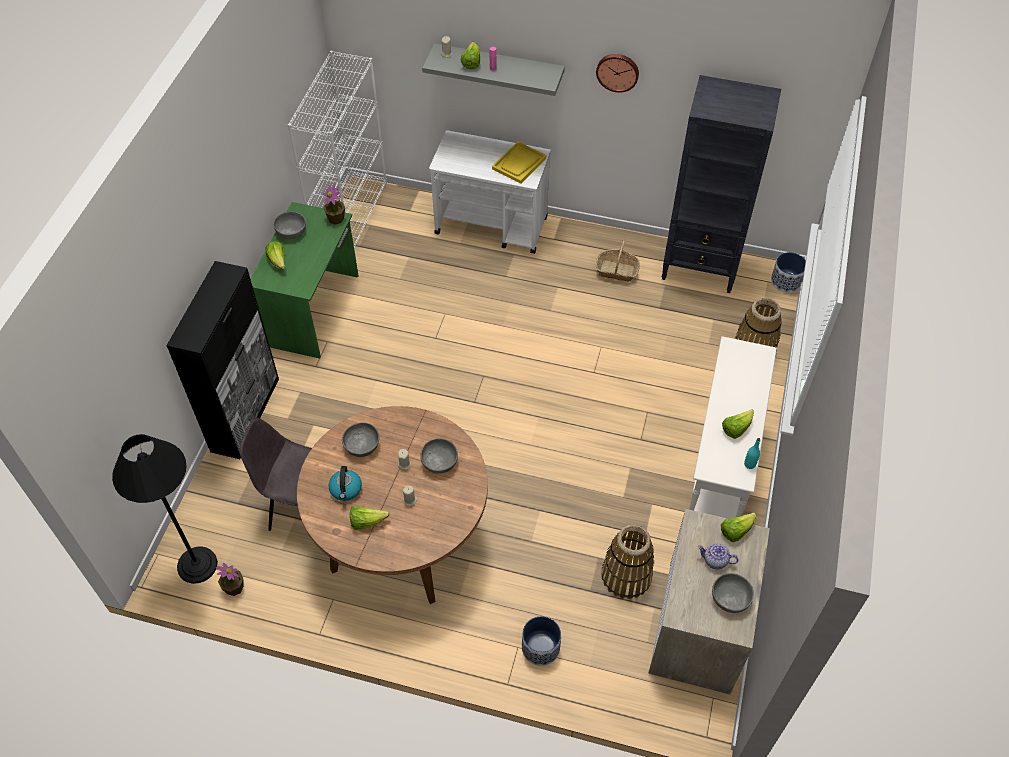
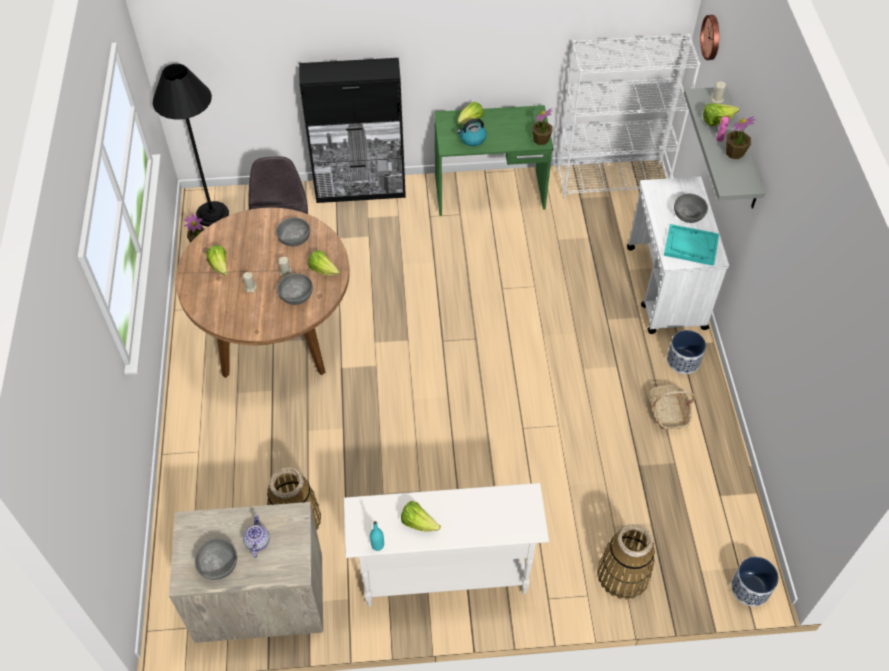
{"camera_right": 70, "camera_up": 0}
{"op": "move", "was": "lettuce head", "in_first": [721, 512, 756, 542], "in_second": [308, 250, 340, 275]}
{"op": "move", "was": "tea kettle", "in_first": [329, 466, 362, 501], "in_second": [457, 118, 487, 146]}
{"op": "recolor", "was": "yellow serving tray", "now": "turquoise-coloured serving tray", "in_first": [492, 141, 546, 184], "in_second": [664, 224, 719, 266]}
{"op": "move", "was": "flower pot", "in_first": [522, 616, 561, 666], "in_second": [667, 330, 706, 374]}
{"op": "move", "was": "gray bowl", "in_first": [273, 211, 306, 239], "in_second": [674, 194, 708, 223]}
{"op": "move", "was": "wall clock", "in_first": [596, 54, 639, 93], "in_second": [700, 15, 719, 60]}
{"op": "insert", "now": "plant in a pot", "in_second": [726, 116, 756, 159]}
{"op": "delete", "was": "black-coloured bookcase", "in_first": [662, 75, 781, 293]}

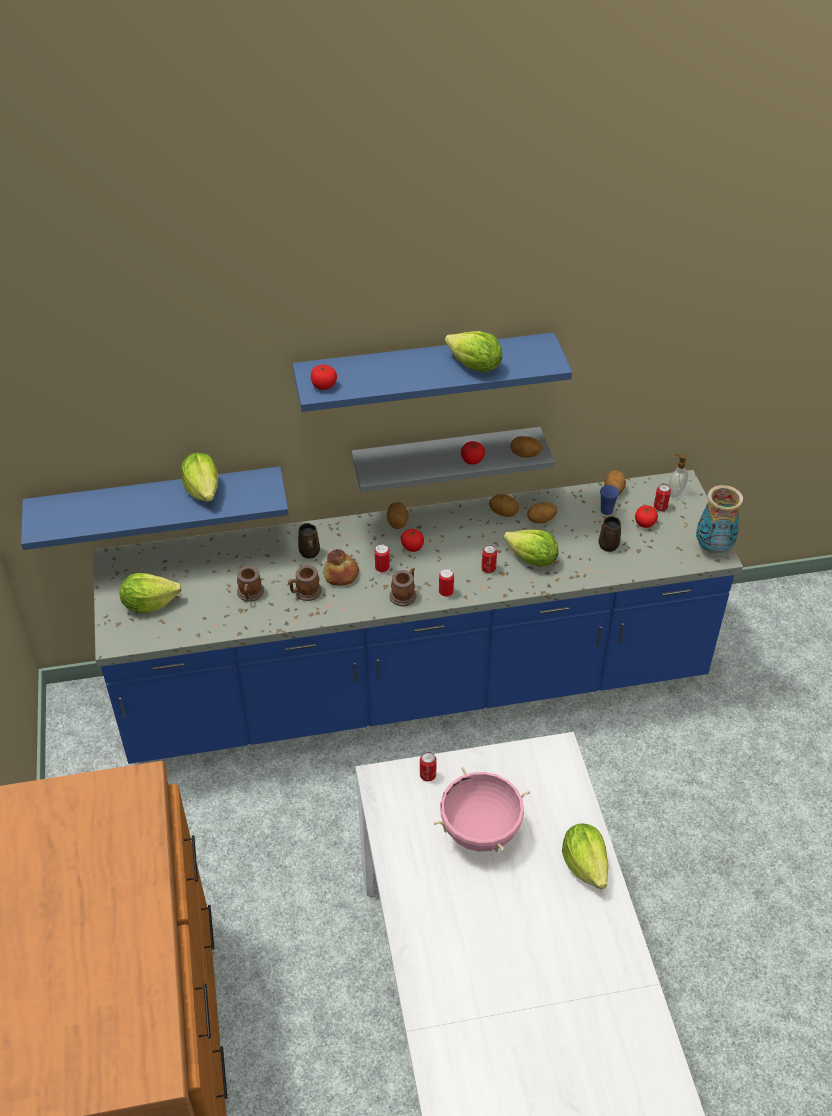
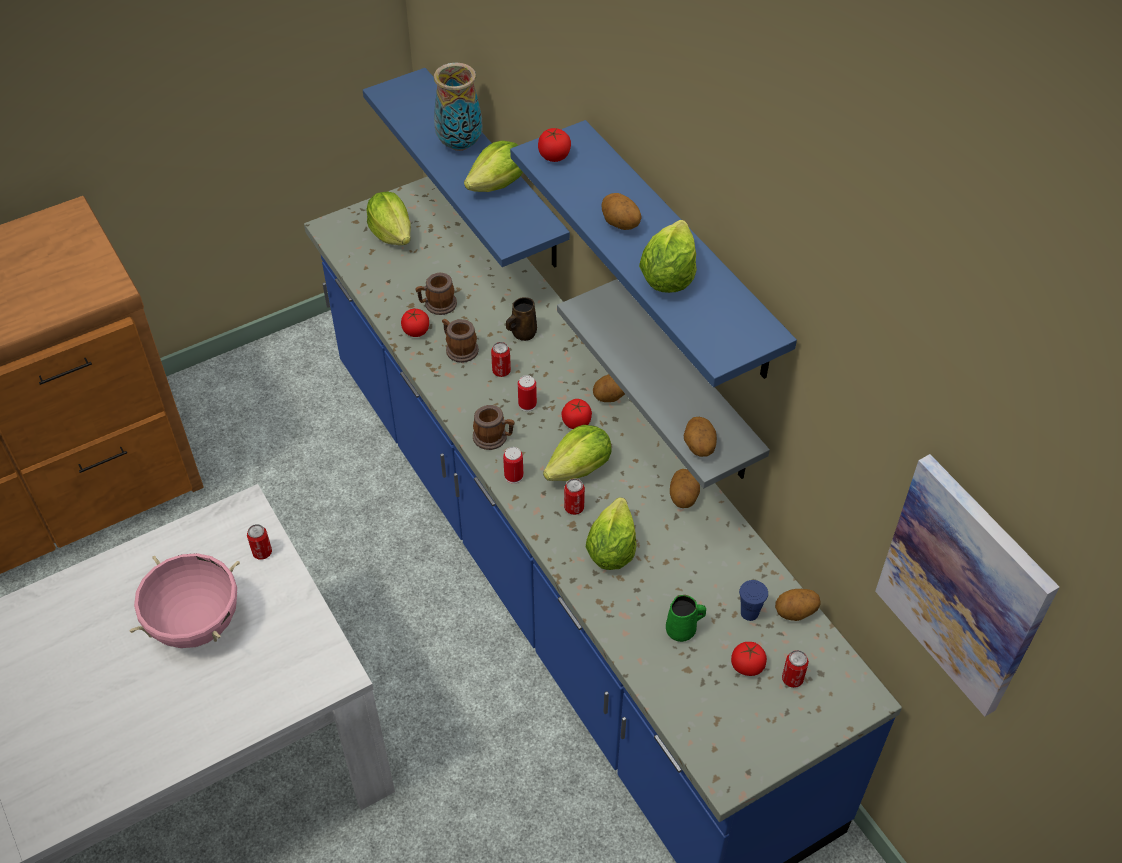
{"camera_right": 70, "camera_up": 5}
{"op": "move", "was": "fresh tomato", "in_first": [461, 441, 485, 465], "in_second": [401, 309, 429, 337]}
{"op": "move", "was": "decorative vase", "in_first": [696, 485, 743, 554], "in_second": [434, 63, 483, 151]}
{"op": "replace", "was": "baked bread", "now": "metal can", "in_first": [323, 549, 359, 586], "in_second": [491, 342, 511, 377]}
{"op": "move", "was": "lettuce head", "in_first": [562, 824, 609, 889], "in_second": [543, 425, 612, 481]}
{"op": "move", "was": "potato", "in_first": [527, 502, 557, 524], "in_second": [601, 193, 642, 230]}
{"op": "recolor", "was": "brownish tea mug", "now": "green-coloured tea mug", "in_first": [599, 516, 621, 552], "in_second": [666, 595, 706, 642]}
{"op": "insert", "now": "wall art", "in_second": [875, 454, 1060, 717]}
{"op": "delete", "was": "liquid soap bottle", "in_first": [668, 454, 688, 498]}

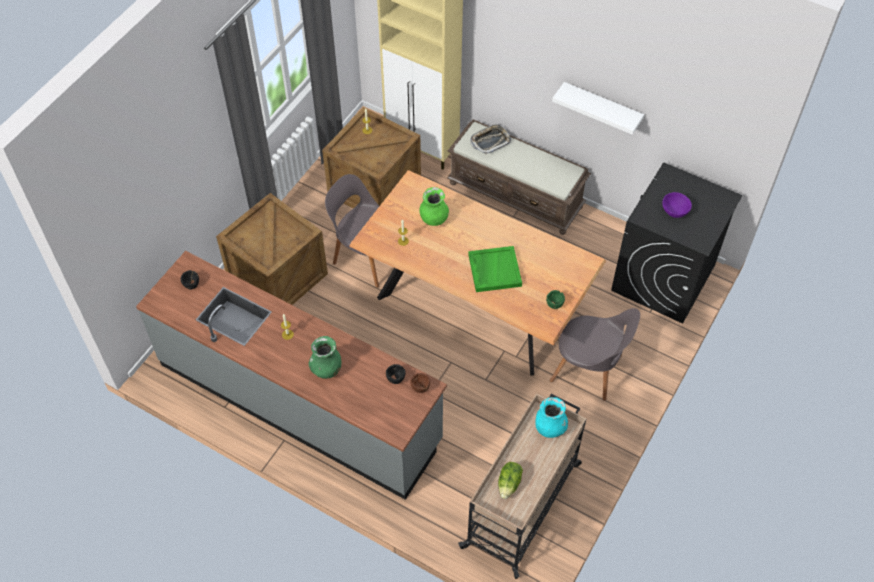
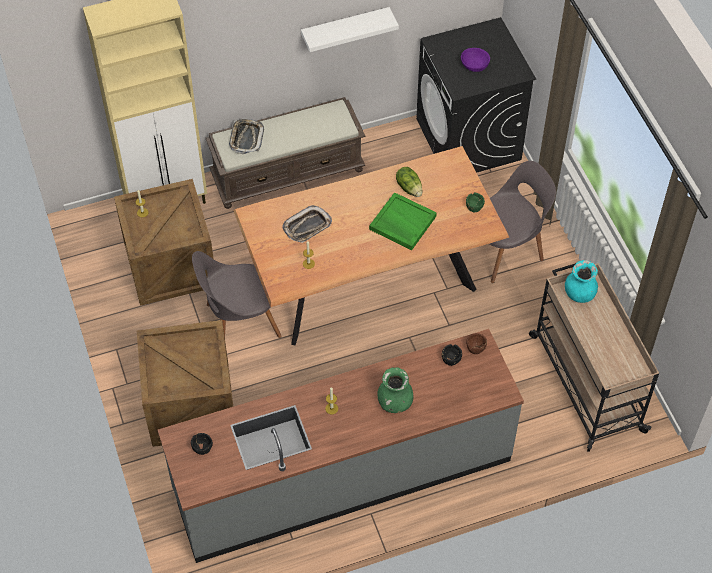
{"camera_right": -50, "camera_up": 0}
{"op": "replace", "was": "green-coloured decorative vase", "now": "serving tray", "in_first": [419, 187, 449, 226], "in_second": [282, 205, 332, 243]}
{"op": "move", "was": "lettuce head", "in_first": [498, 462, 523, 499], "in_second": [396, 167, 422, 197]}

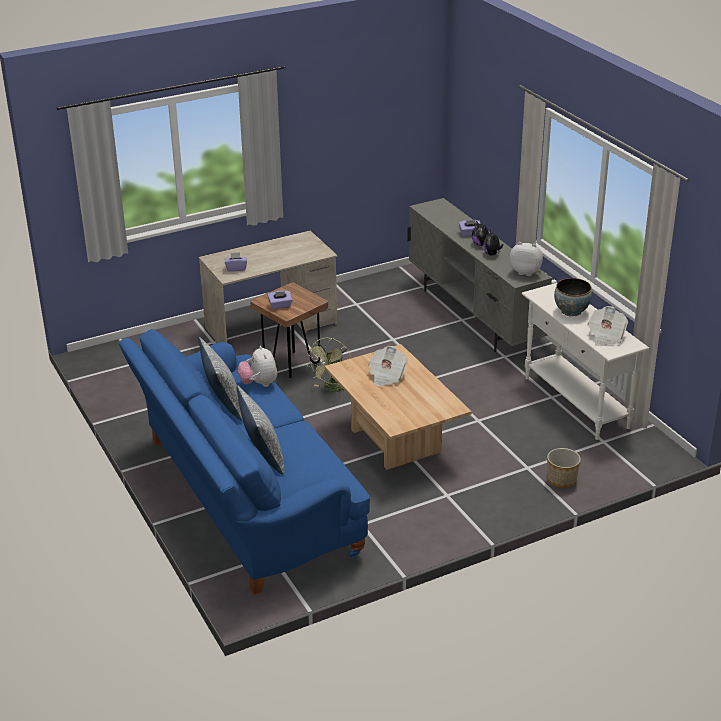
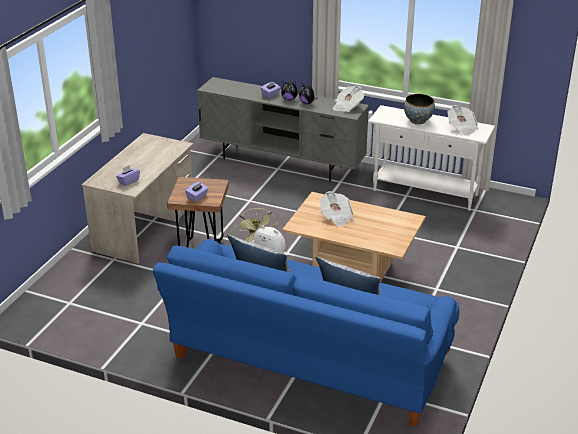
{"camera_right": -40, "camera_up": 0}
{"op": "replace", "was": "soft toy", "now": "printed paper", "in_first": [509, 242, 543, 276], "in_second": [333, 86, 364, 112]}
{"op": "delete", "was": "flower pot", "in_first": [547, 448, 581, 488]}

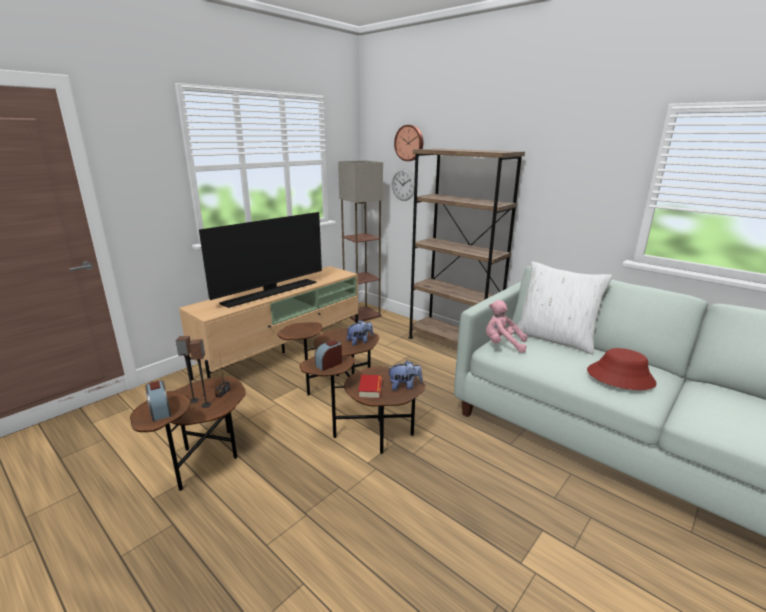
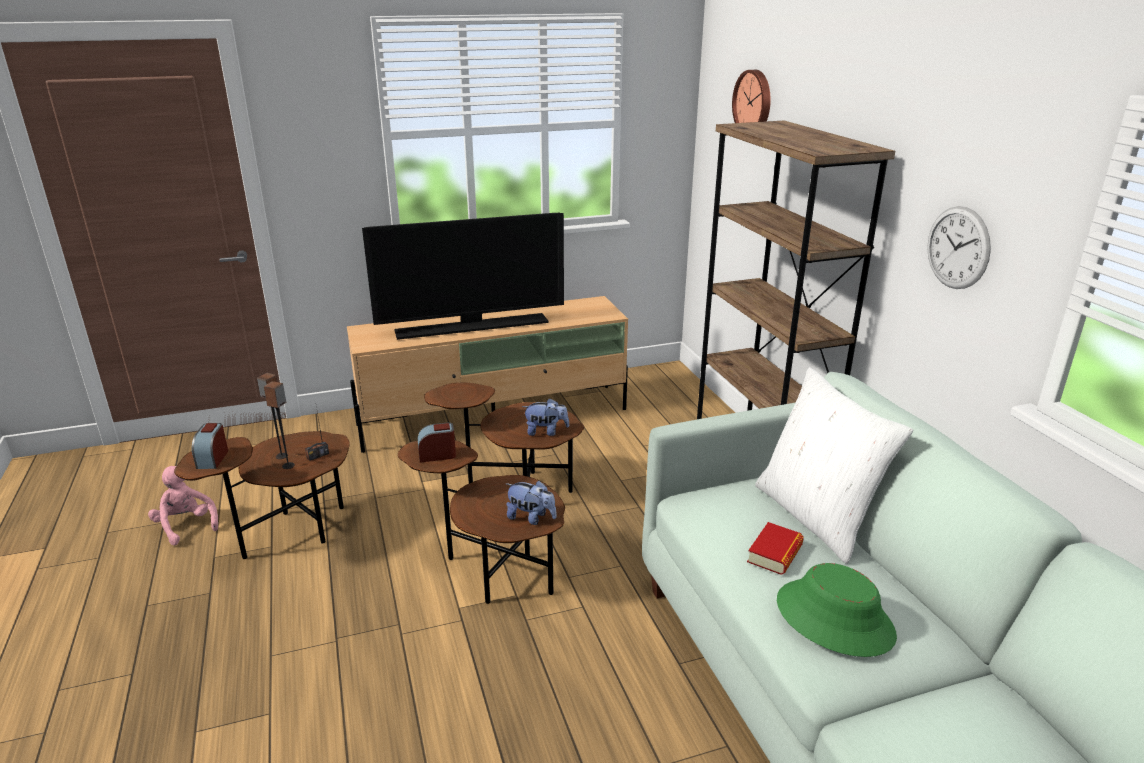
{"camera_right": 30, "camera_up": 5}
{"op": "move", "was": "pinkish soft toy", "in_first": [486, 300, 527, 353], "in_second": [148, 466, 218, 545]}
{"op": "move", "was": "book", "in_first": [358, 375, 382, 399], "in_second": [747, 522, 804, 575]}
{"op": "recolor", "was": "red-coloured hat", "now": "green-coloured hat", "in_first": [587, 348, 657, 390], "in_second": [777, 563, 897, 657]}
{"op": "move", "was": "wall clock", "in_first": [392, 169, 415, 201], "in_second": [927, 206, 991, 289]}
{"op": "delete", "was": "floor lamp", "in_first": [338, 160, 383, 321]}

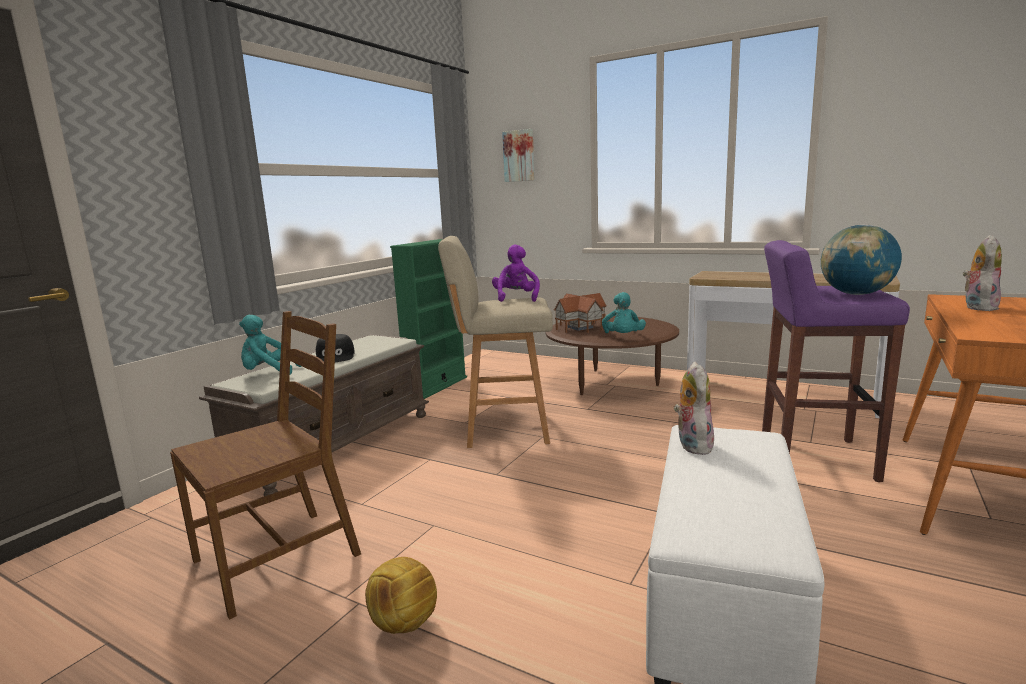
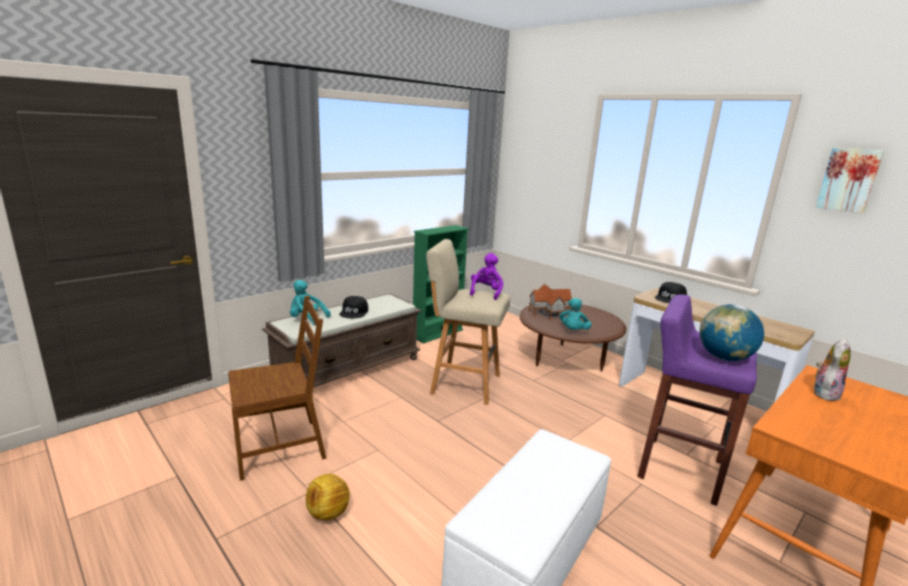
{"camera_right": 15, "camera_up": 5}
{"op": "insert", "now": "black-coloured peaked cap", "in_second": [655, 282, 687, 303]}
{"op": "move", "was": "wall art", "in_first": [502, 129, 535, 182], "in_second": [816, 148, 884, 213]}
{"op": "delete", "was": "soft toy", "in_first": [674, 361, 714, 455]}

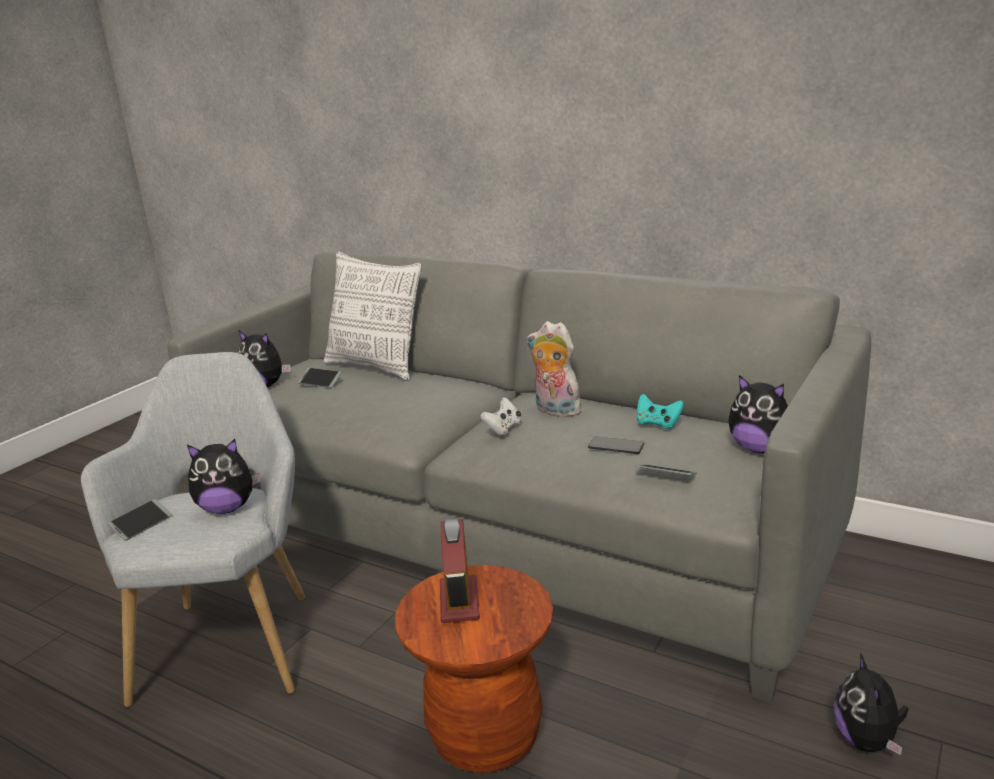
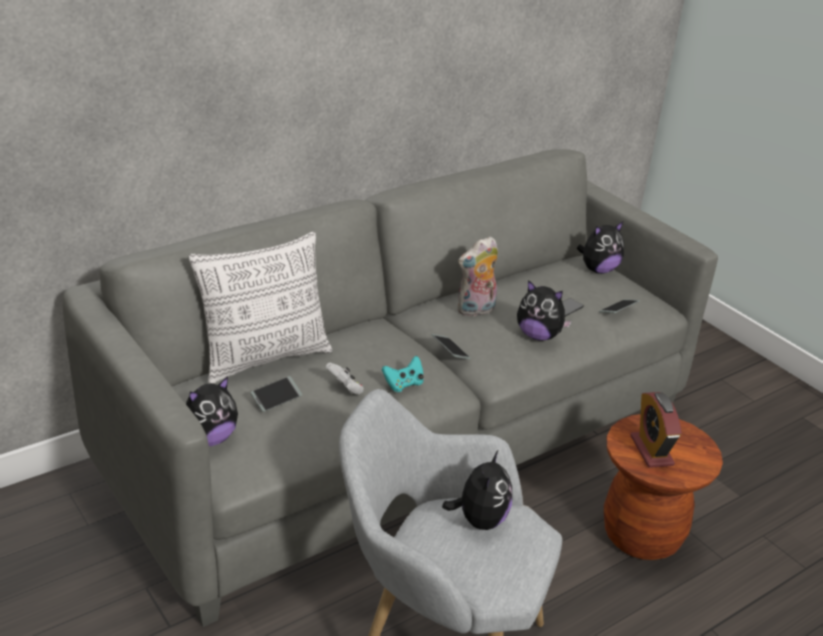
{"camera_right": -70, "camera_up": 10}
{"op": "move", "was": "white game controller", "in_first": [480, 397, 521, 435], "in_second": [326, 362, 364, 395]}
{"op": "move", "was": "turquoise-coloured game controller", "in_first": [637, 394, 684, 429], "in_second": [382, 356, 424, 392]}
{"op": "move", "was": "phone", "in_first": [108, 499, 172, 541], "in_second": [432, 334, 471, 359]}
{"op": "move", "was": "soft toy", "in_first": [834, 653, 908, 755], "in_second": [517, 280, 572, 341]}
{"op": "rotate", "was": "bedside clock", "in_first": [440, 518, 480, 623], "in_second": [630, 392, 682, 468], "clockwise": 60}

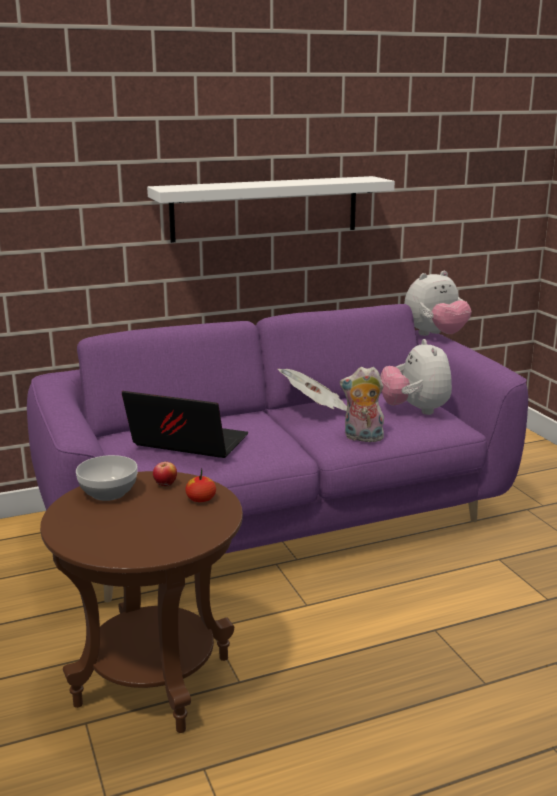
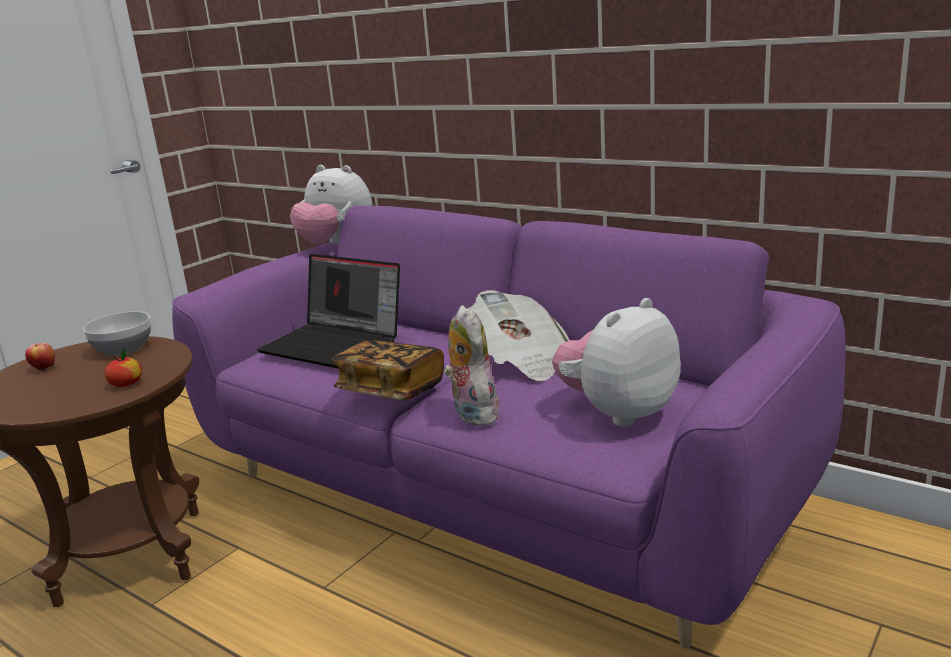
{"camera_right": 60, "camera_up": 0}
{"op": "move", "was": "apple fruit", "in_first": [153, 462, 177, 486], "in_second": [25, 343, 55, 371]}
{"op": "rotate", "was": "notebook computer", "in_first": [122, 391, 248, 458], "in_second": [257, 254, 400, 369], "clockwise": 135}
{"op": "move", "was": "soft toy", "in_first": [404, 271, 472, 336], "in_second": [290, 165, 373, 244]}
{"op": "insert", "now": "book", "in_second": [332, 340, 444, 400]}
{"op": "delete", "was": "white shelf", "in_first": [147, 176, 395, 243]}

